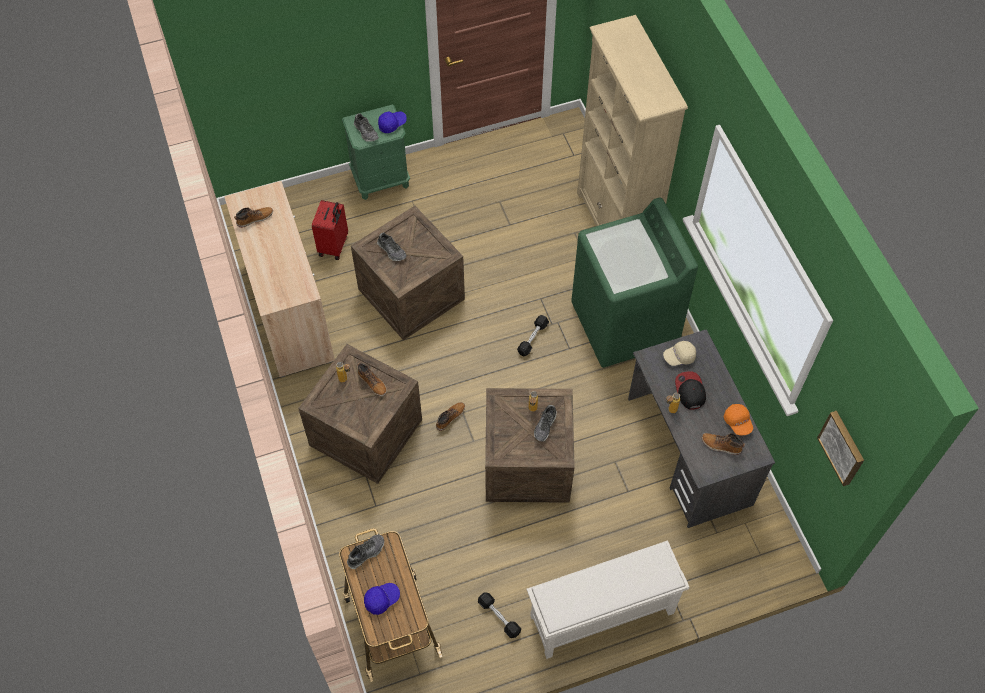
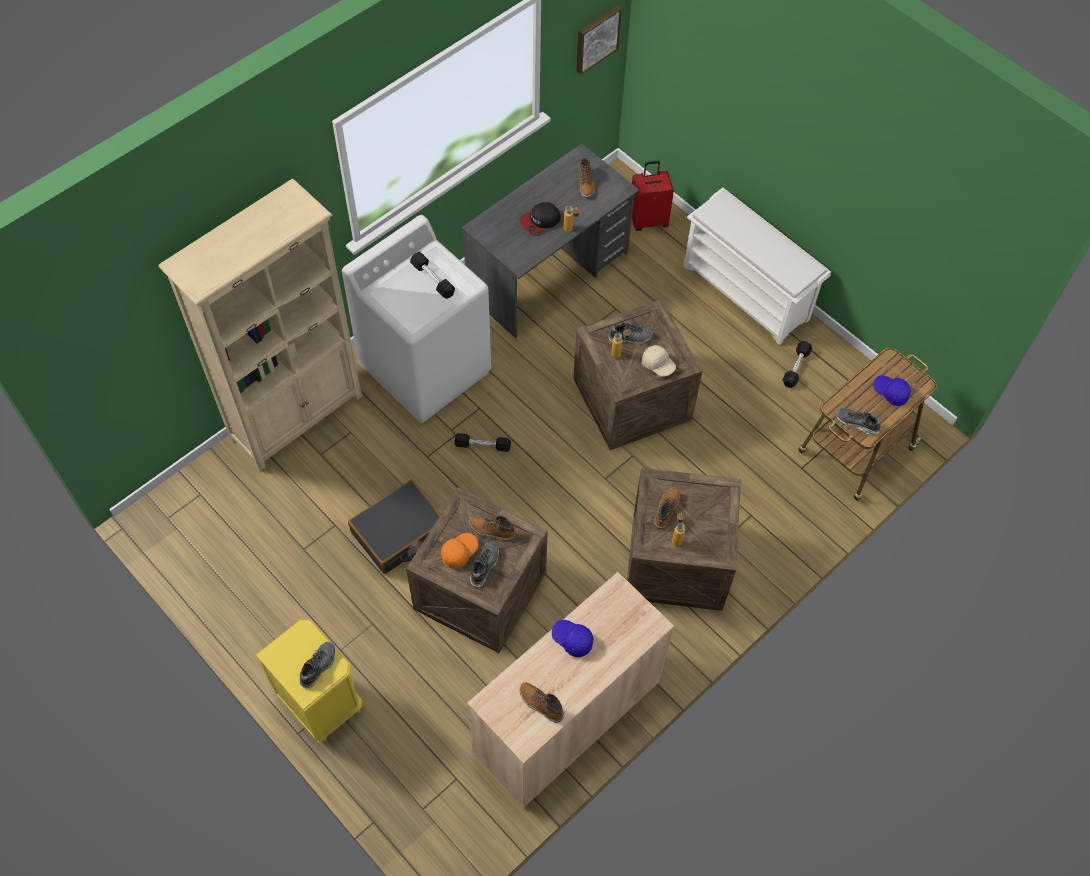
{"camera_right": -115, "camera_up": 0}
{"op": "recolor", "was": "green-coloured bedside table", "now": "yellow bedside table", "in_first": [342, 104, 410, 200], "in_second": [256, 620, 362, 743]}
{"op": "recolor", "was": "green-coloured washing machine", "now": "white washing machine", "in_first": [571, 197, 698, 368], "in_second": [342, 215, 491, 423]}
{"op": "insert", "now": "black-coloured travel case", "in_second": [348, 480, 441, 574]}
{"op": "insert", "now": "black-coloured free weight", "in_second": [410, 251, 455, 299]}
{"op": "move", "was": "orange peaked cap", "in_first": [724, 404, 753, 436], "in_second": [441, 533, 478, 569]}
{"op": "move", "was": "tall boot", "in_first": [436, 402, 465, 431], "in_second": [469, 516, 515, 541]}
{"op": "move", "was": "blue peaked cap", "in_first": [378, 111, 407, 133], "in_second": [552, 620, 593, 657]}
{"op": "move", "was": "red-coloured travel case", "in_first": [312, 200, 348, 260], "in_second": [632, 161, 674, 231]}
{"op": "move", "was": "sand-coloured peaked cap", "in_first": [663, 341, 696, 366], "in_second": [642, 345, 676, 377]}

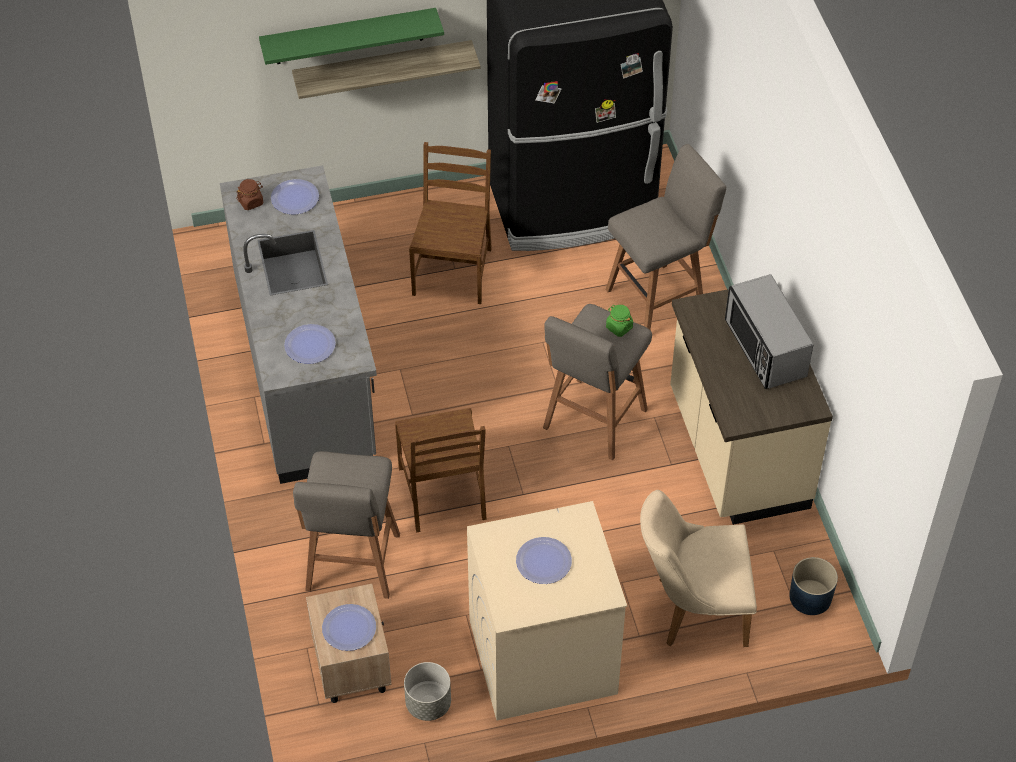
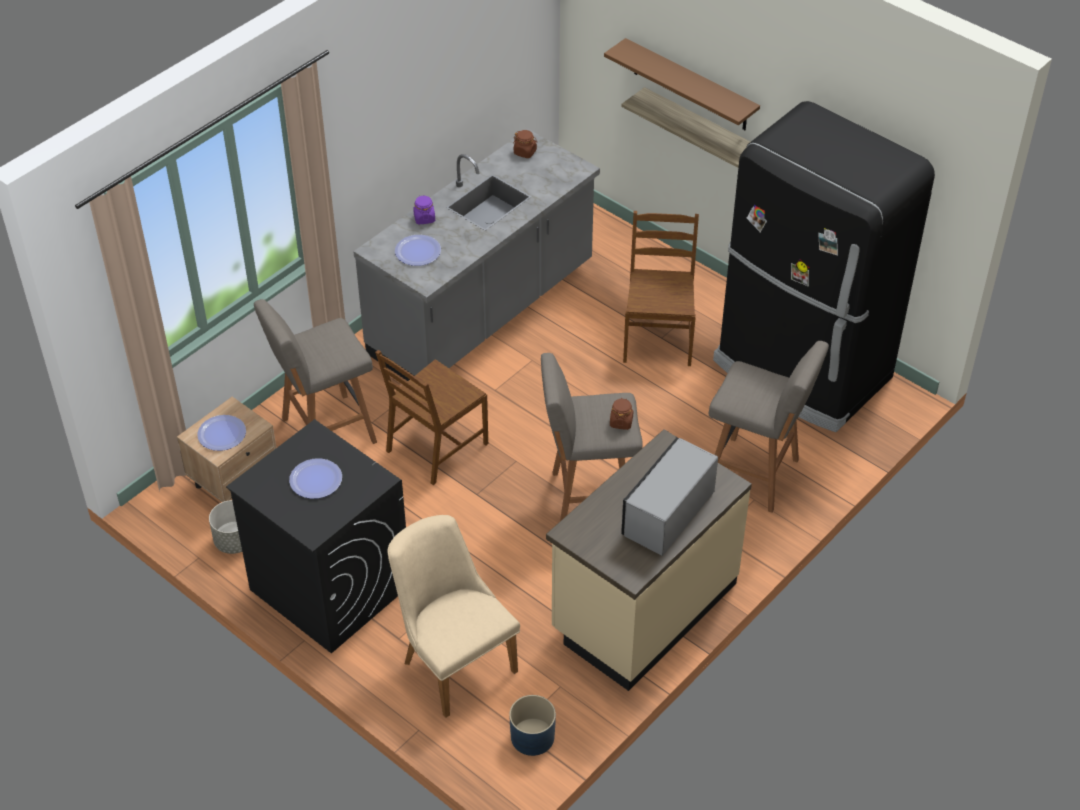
{"camera_right": 55, "camera_up": -5}
{"op": "recolor", "was": "sand-coloured washing machine", "now": "black-coloured washing machine", "in_first": [467, 501, 627, 720], "in_second": [226, 419, 406, 653]}
{"op": "insert", "now": "purplish jar", "in_second": [413, 196, 435, 224]}
{"op": "recolor", "was": "green-coloured shelf", "now": "brownish shelf", "in_first": [259, 8, 444, 65], "in_second": [604, 38, 760, 130]}
{"op": "recolor", "was": "green-coloured jar", "now": "brownish jar", "in_first": [606, 305, 633, 337], "in_second": [610, 398, 633, 430]}
{"op": "rotate", "was": "brownish chair", "in_first": [409, 142, 492, 304], "in_second": [623, 211, 699, 366], "clockwise": -60}
{"op": "delete", "was": "flat dish", "in_first": [271, 179, 319, 214]}

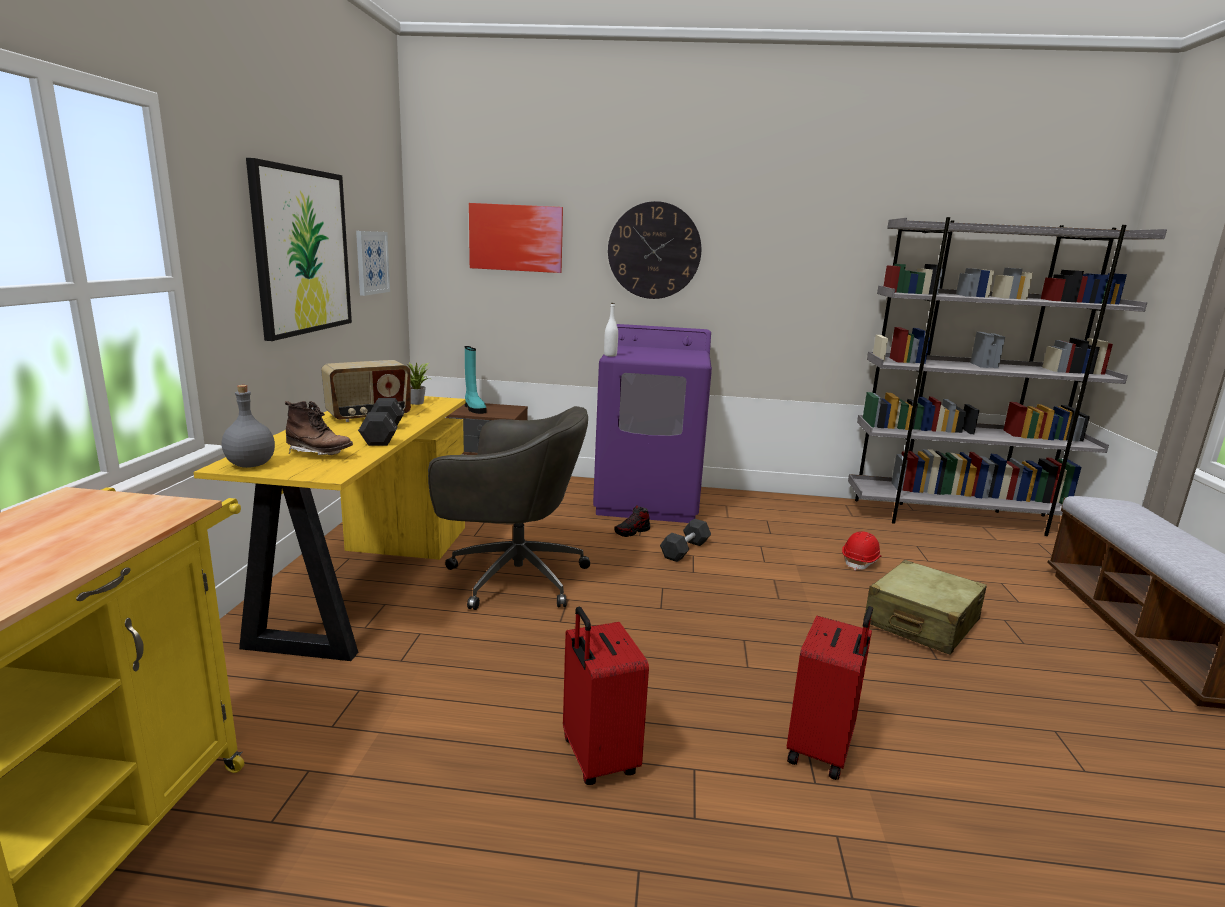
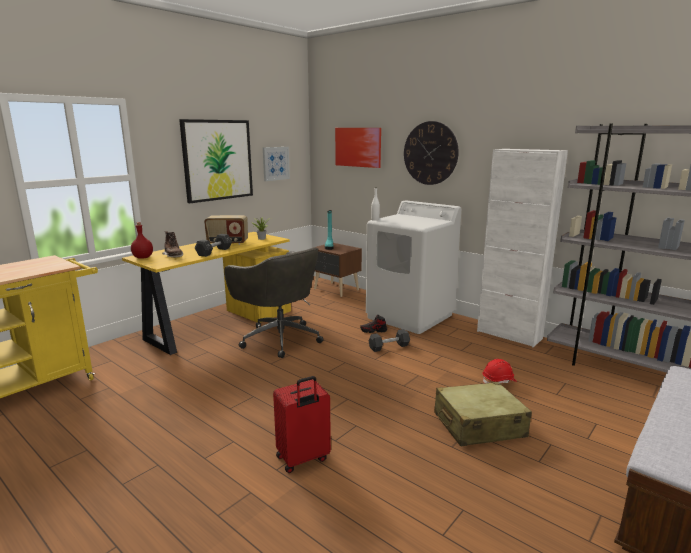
{"camera_right": 35, "camera_up": 0}
{"op": "recolor", "was": "gray drink bottle", "now": "red-coloured drink bottle", "in_first": [222, 385, 275, 468], "in_second": [131, 222, 153, 259]}
{"op": "recolor", "was": "purplish washing machine", "now": "white washing machine", "in_first": [593, 324, 712, 523], "in_second": [366, 200, 461, 334]}
{"op": "insert", "now": "white cabinet", "in_second": [477, 149, 568, 347]}
{"op": "delete", "was": "red-coloured travel case", "in_first": [563, 607, 649, 785]}

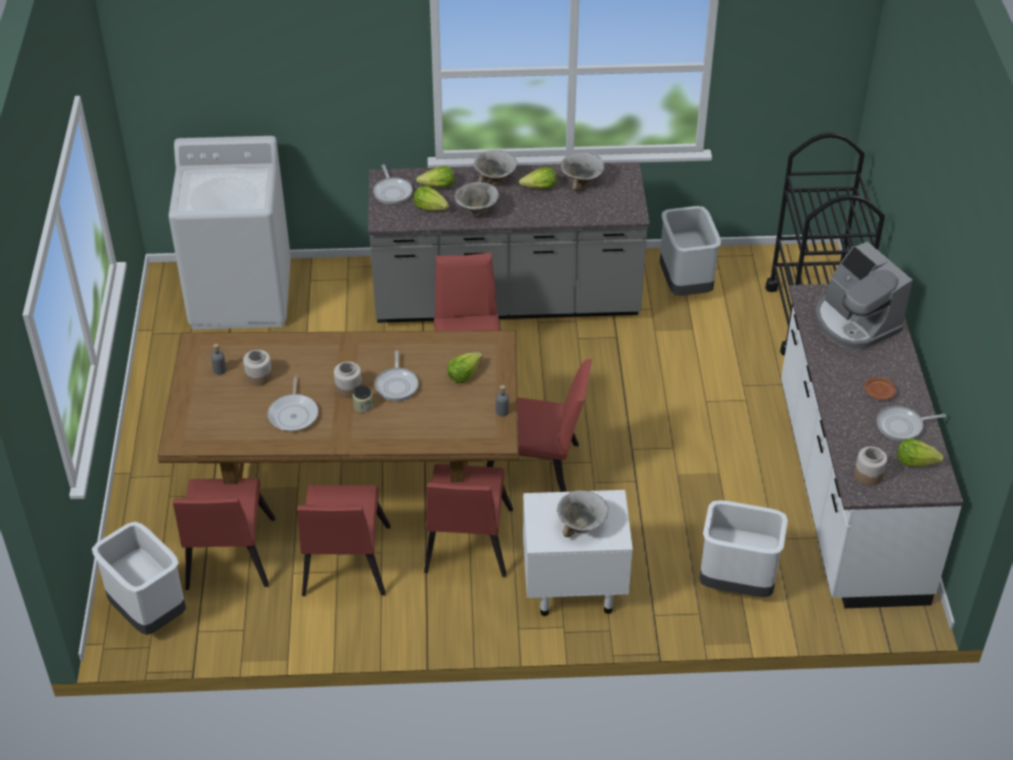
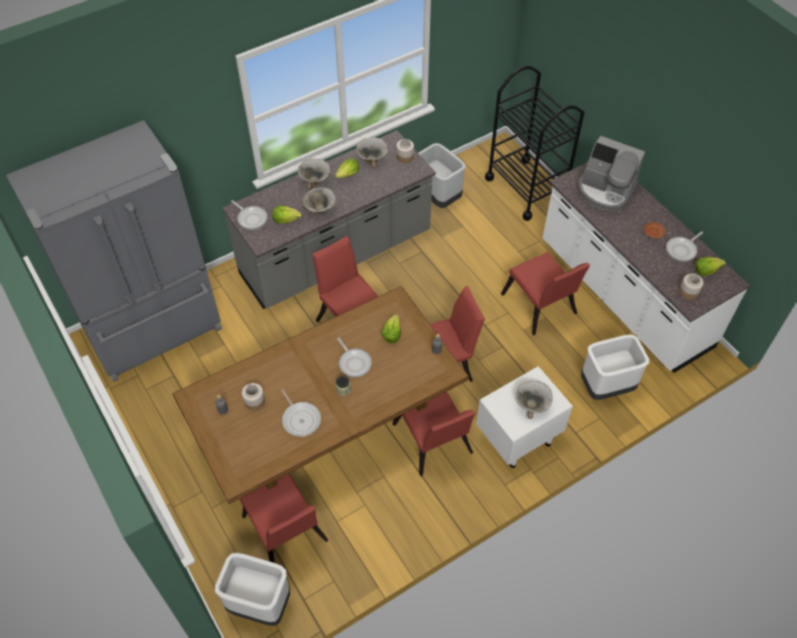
{"camera_right": -30, "camera_up": 10}
{"op": "replace", "was": "white washing machine", "now": "gray kitchen fridge", "in_first": [168, 136, 291, 330], "in_second": [6, 120, 222, 382]}
{"op": "move", "was": "jar", "in_first": [334, 361, 362, 398], "in_second": [396, 139, 414, 163]}
{"op": "move", "was": "red-coloured chair", "in_first": [297, 485, 391, 596], "in_second": [501, 252, 590, 335]}
{"op": "delete", "was": "lettuce head", "in_first": [416, 166, 454, 188]}

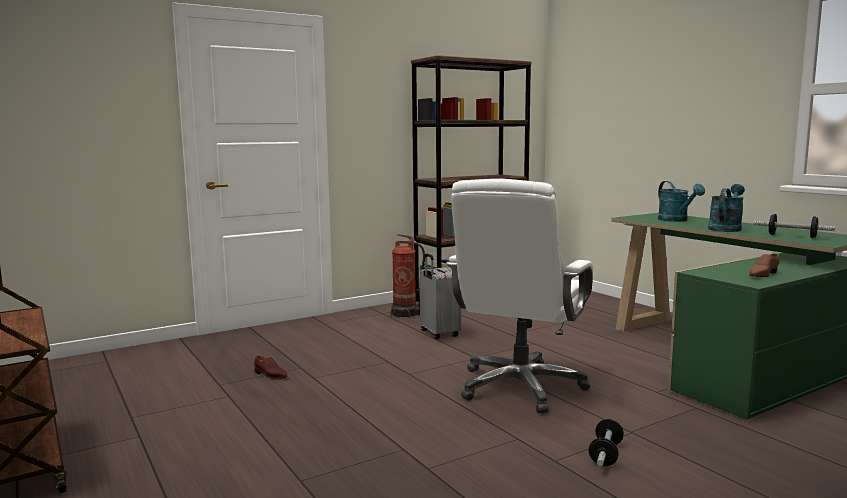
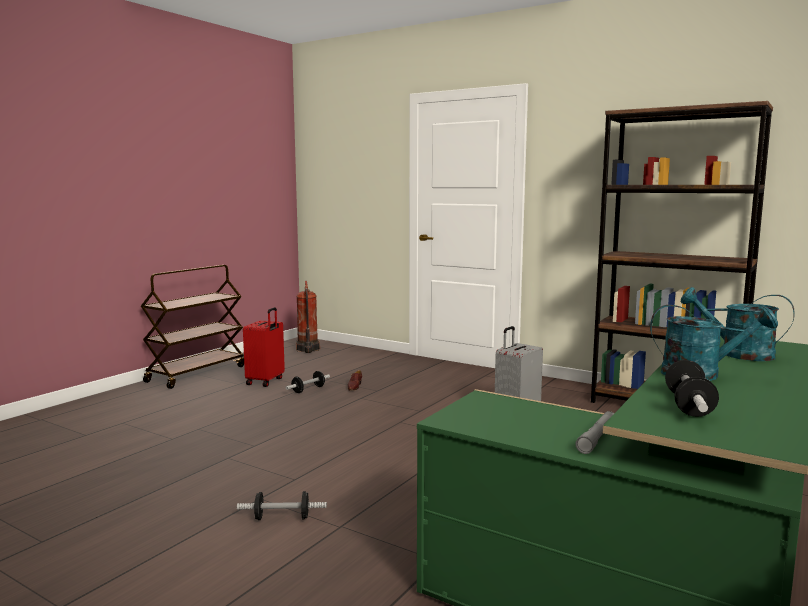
{"camera_right": 65, "camera_up": 0}
{"op": "insert", "now": "red-coloured travel case", "in_second": [243, 307, 285, 387]}
{"op": "insert", "now": "free weight", "in_second": [285, 371, 330, 393]}
{"op": "move", "was": "fire-fighting cylinder", "in_first": [390, 234, 425, 318], "in_second": [296, 281, 320, 353]}
{"op": "insert", "now": "gray hand torch", "in_second": [575, 411, 614, 454]}
{"op": "rotate", "was": "turquoise-coloured sprinkling can", "in_first": [658, 181, 705, 222], "in_second": [681, 287, 795, 361], "clockwise": 75}
{"op": "delete", "was": "white desk chair", "in_first": [446, 179, 593, 413]}
{"op": "delete", "was": "brownish shoe", "in_first": [749, 253, 779, 277]}

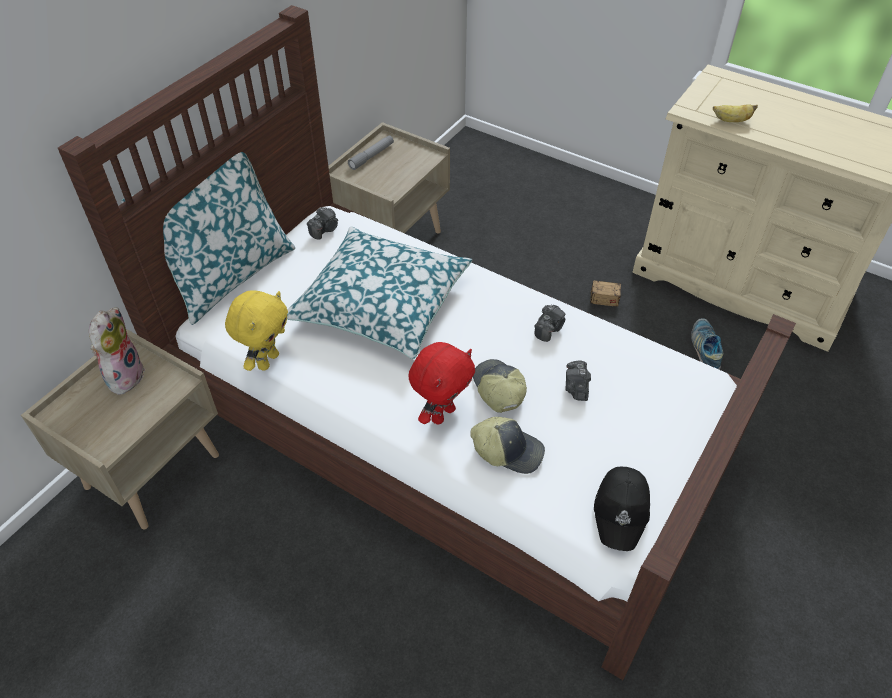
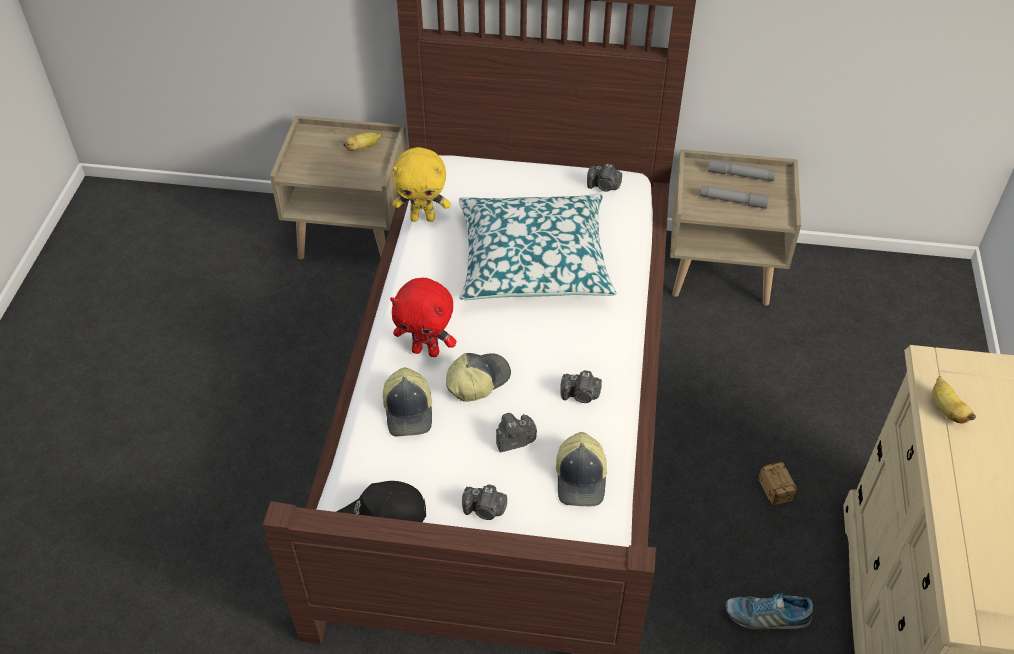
{"camera_right": 65, "camera_up": 0}
{"op": "replace", "was": "soft toy", "now": "banana fruit", "in_first": [89, 307, 145, 395], "in_second": [343, 132, 382, 151]}
{"op": "insert", "now": "photo camera", "in_second": [462, 484, 507, 520]}
{"op": "insert", "now": "peaked cap", "in_second": [556, 432, 607, 507]}
{"op": "insert", "now": "gray hand torch", "in_second": [700, 186, 769, 209]}
{"op": "rotate", "was": "shoe", "in_first": [691, 318, 723, 370], "in_second": [726, 593, 813, 629], "clockwise": -150}
{"op": "delete", "was": "pillow", "in_first": [121, 152, 295, 325]}

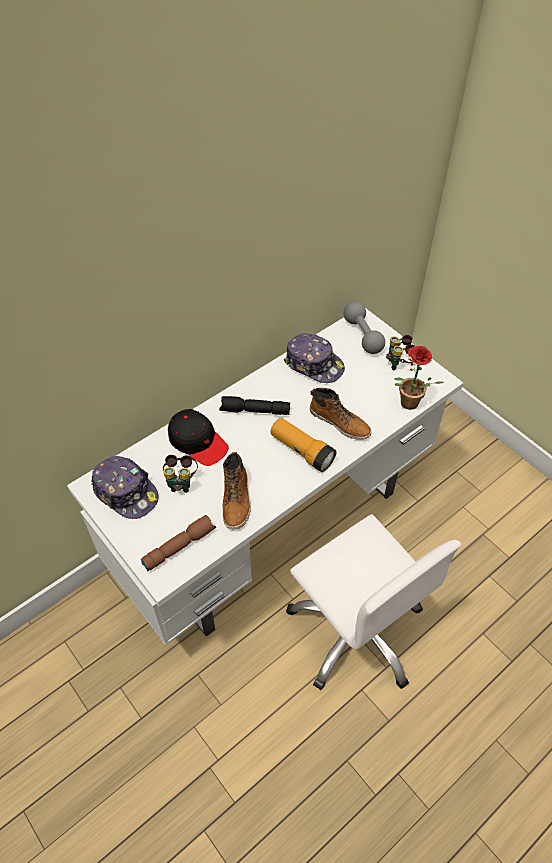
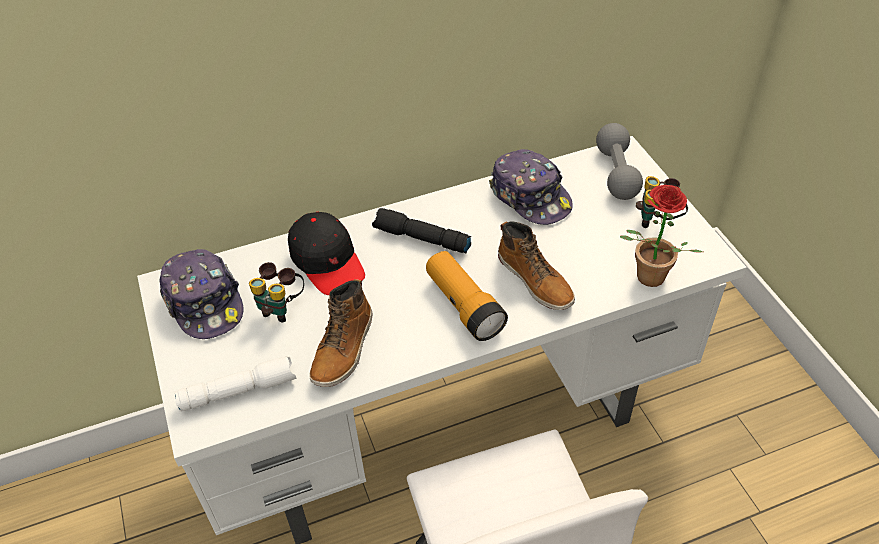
{"camera_right": 20, "camera_up": -5}
{"op": "recolor", "was": "brownish hand torch", "now": "white hand torch", "in_first": [140, 515, 216, 571], "in_second": [174, 356, 296, 412]}

